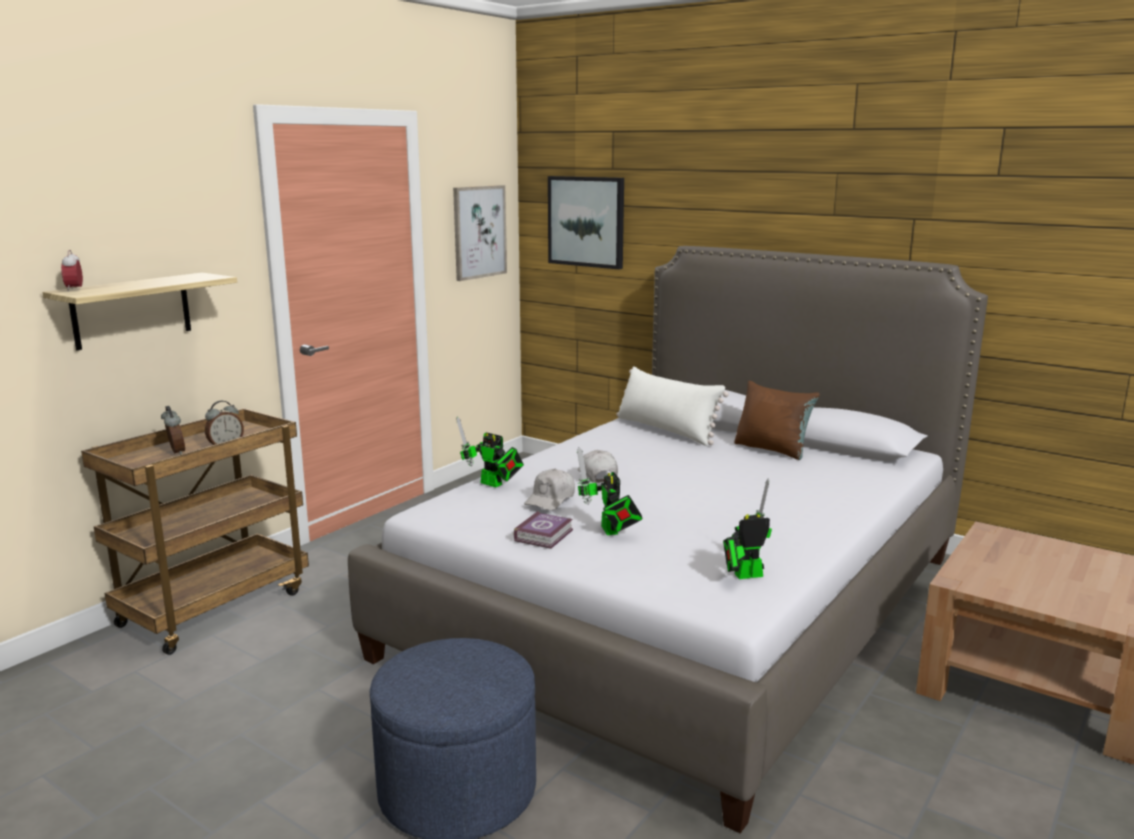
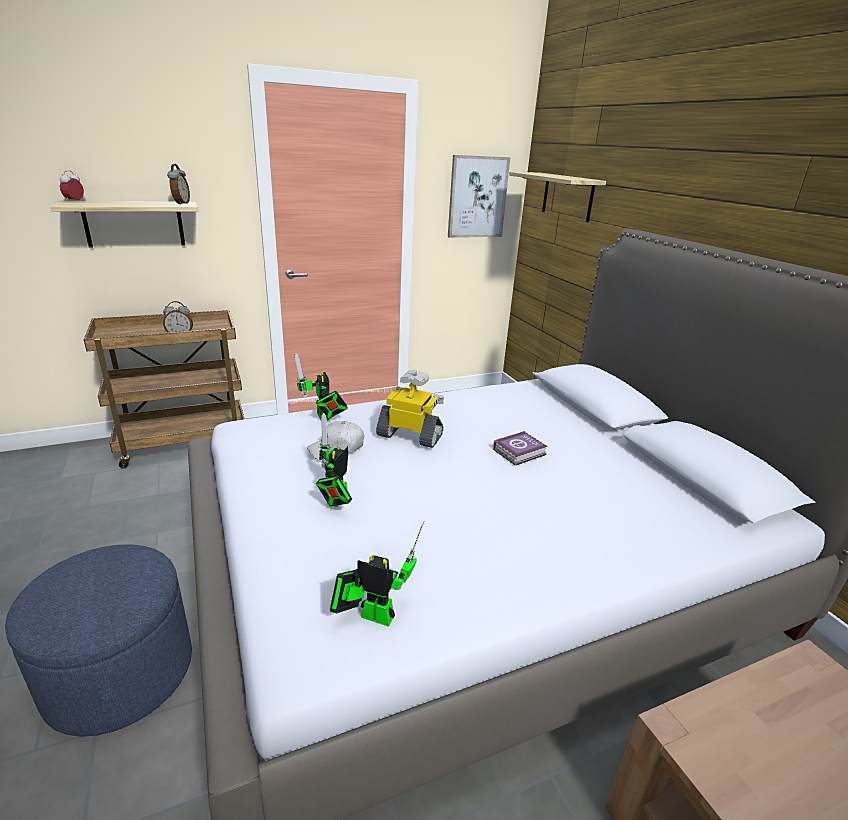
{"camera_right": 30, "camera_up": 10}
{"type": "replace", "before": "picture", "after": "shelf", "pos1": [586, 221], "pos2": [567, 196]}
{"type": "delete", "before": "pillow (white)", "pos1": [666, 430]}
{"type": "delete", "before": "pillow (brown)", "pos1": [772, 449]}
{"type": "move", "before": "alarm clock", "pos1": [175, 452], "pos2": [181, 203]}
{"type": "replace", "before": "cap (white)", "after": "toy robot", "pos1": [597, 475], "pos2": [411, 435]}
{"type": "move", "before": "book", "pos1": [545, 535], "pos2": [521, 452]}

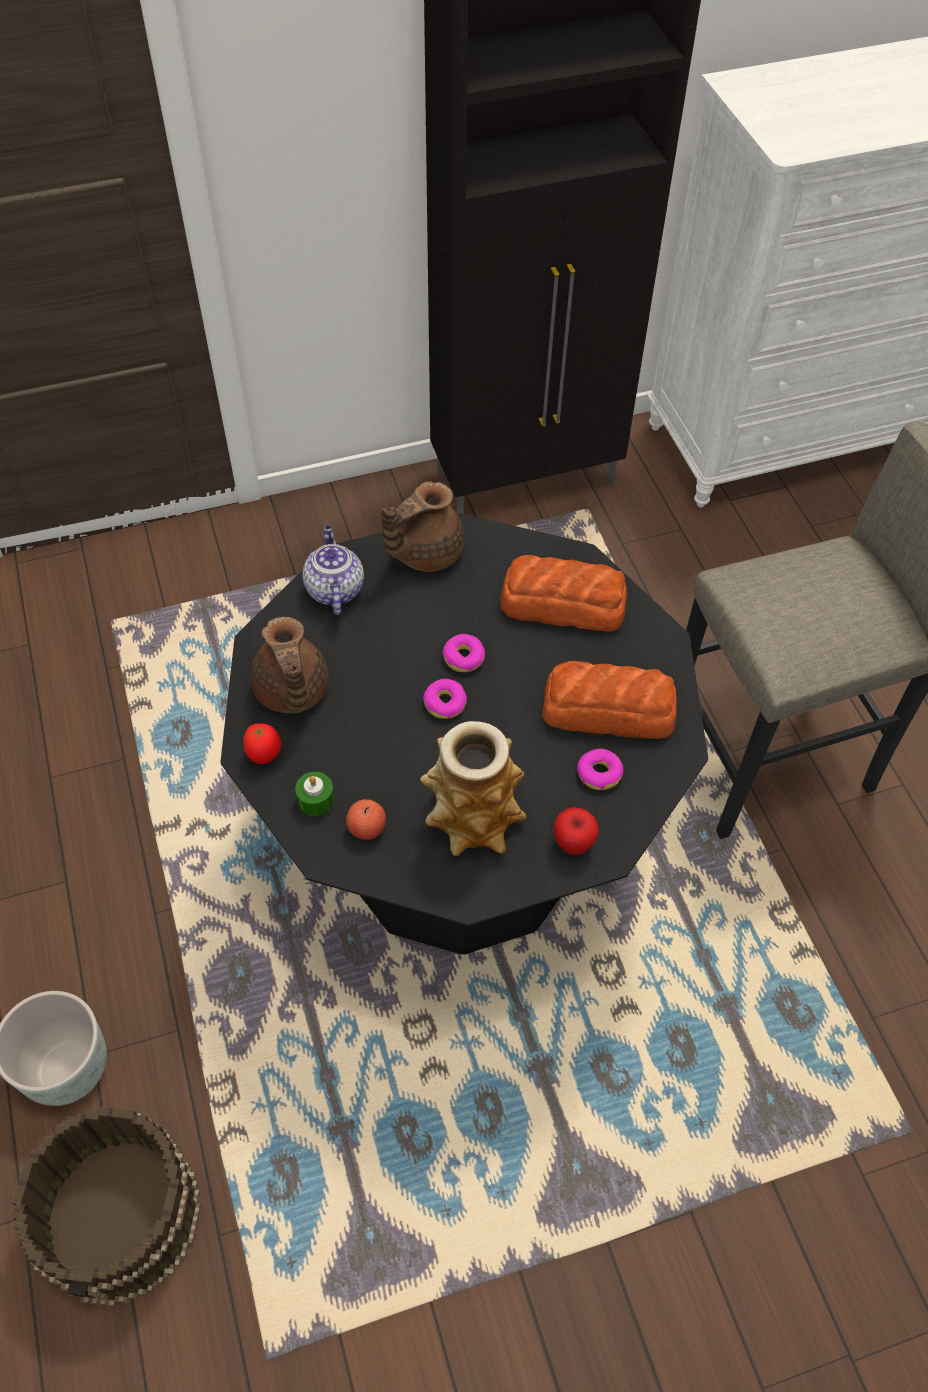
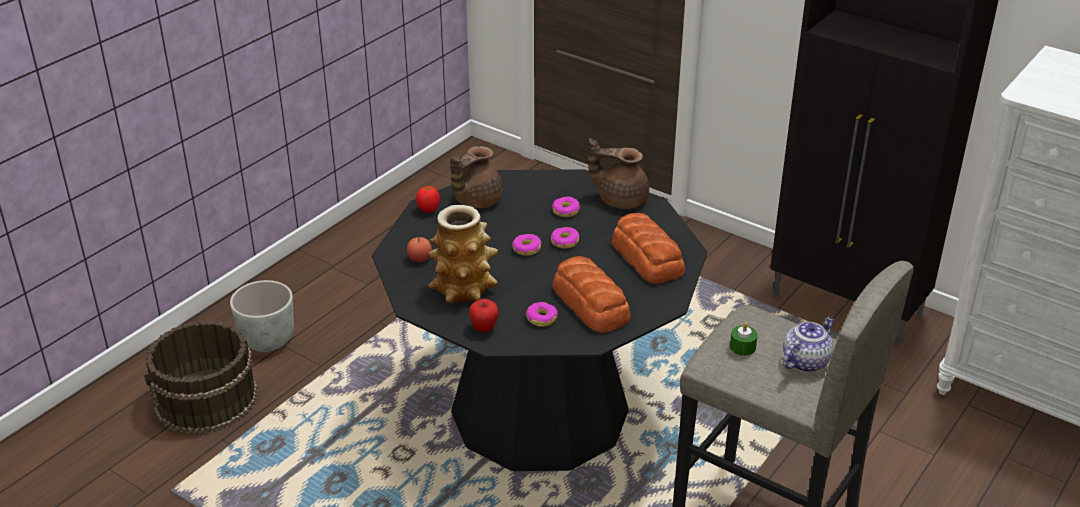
{"camera_right": 55, "camera_up": -20}
{"type": "move", "before": "teapot", "pos1": [334, 589], "pos2": [805, 361]}
{"type": "move", "before": "candle (green)", "pos1": [316, 800], "pos2": [742, 347]}
{"type": "insert", "after": "donut", "pos2": [565, 211]}

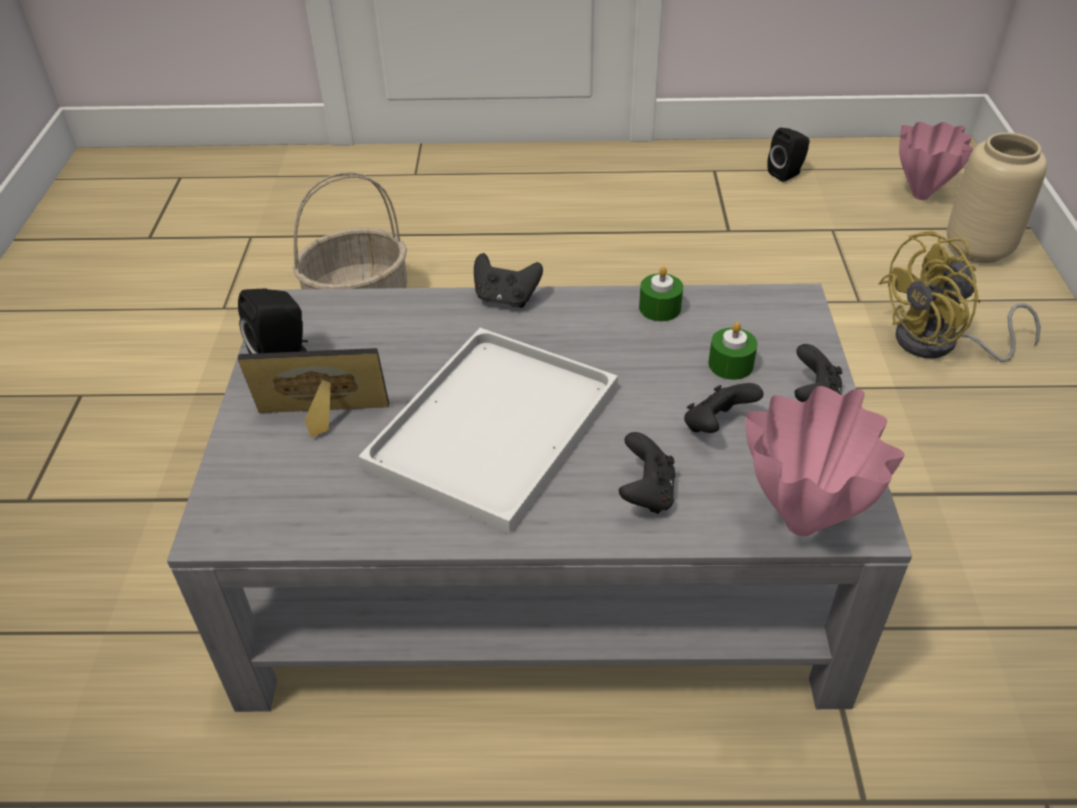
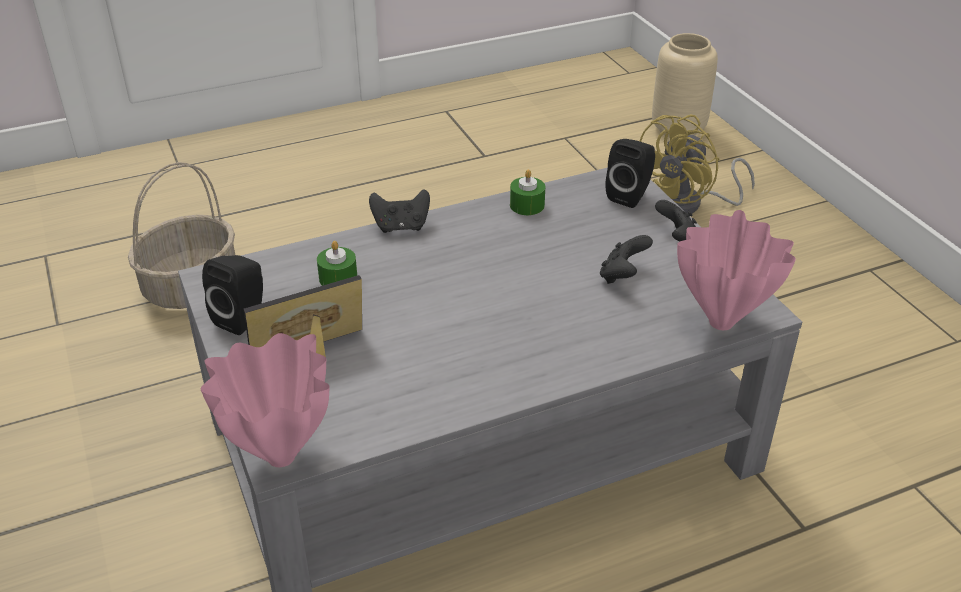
{"camera_right": -25, "camera_up": -5}
{"type": "move", "before": "vase (pink)", "pos1": [919, 196], "pos2": [279, 458]}
{"type": "move", "before": "speaker (black)", "pos1": [787, 174], "pos2": [630, 195]}
{"type": "move", "before": "candle (green)", "pos1": [730, 364], "pos2": [338, 278]}
{"type": "delete", "before": "tray (white)", "pos1": [494, 423]}
{"type": "delete", "before": "game controller (black)", "pos1": [646, 493]}

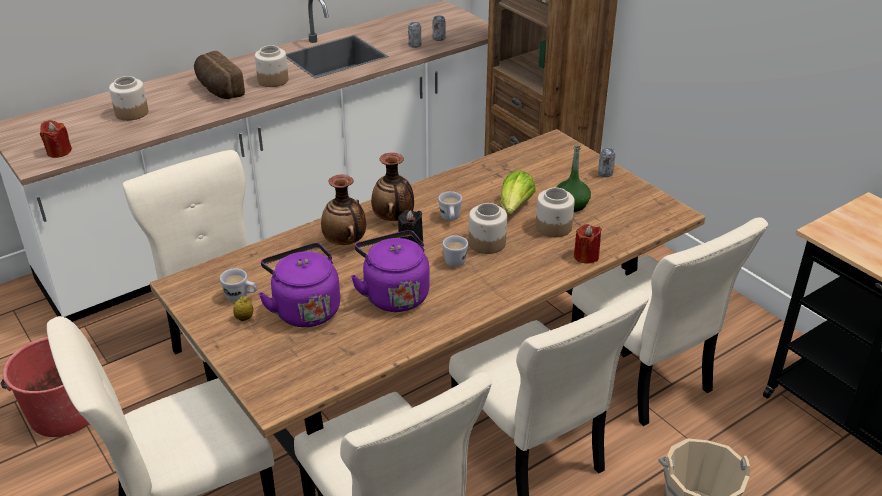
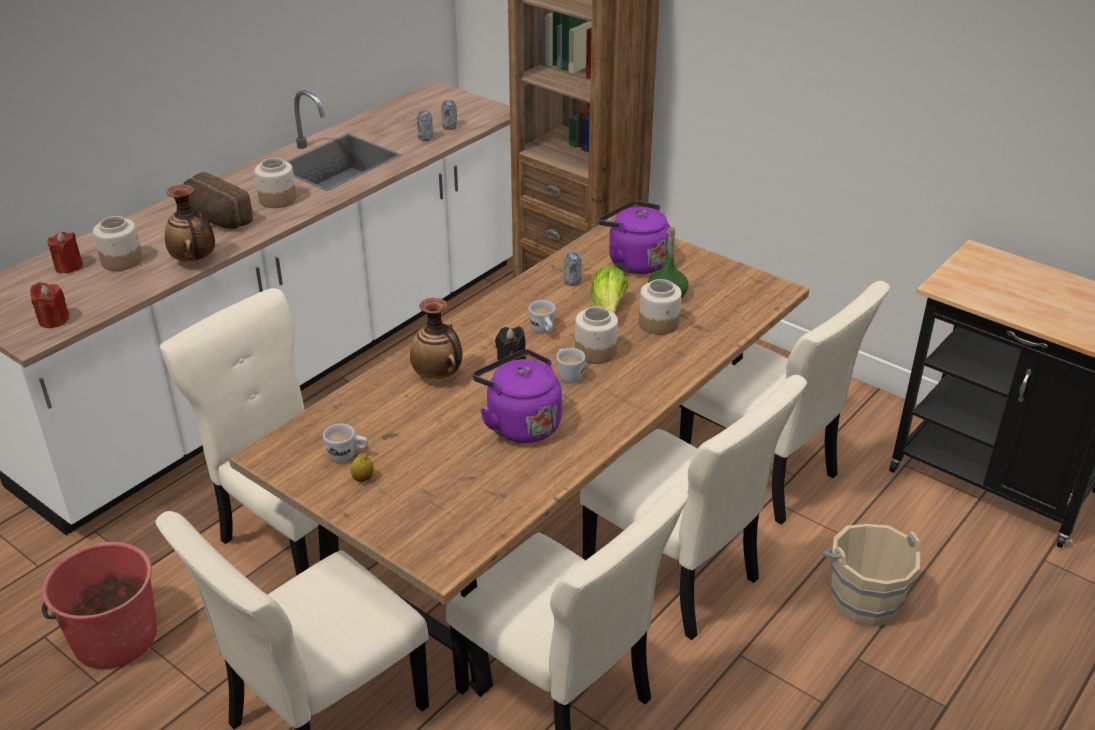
{"camera_right": -15, "camera_up": 0}
{"type": "move", "before": "can", "pos1": [605, 174], "pos2": [572, 282]}
{"type": "move", "before": "vase", "pos1": [393, 219], "pos2": [194, 260]}
{"type": "move", "before": "candle (red)", "pos1": [586, 256], "pos2": [69, 266]}
{"type": "move", "before": "kettle (purple)", "pos1": [304, 309], "pos2": [634, 262]}

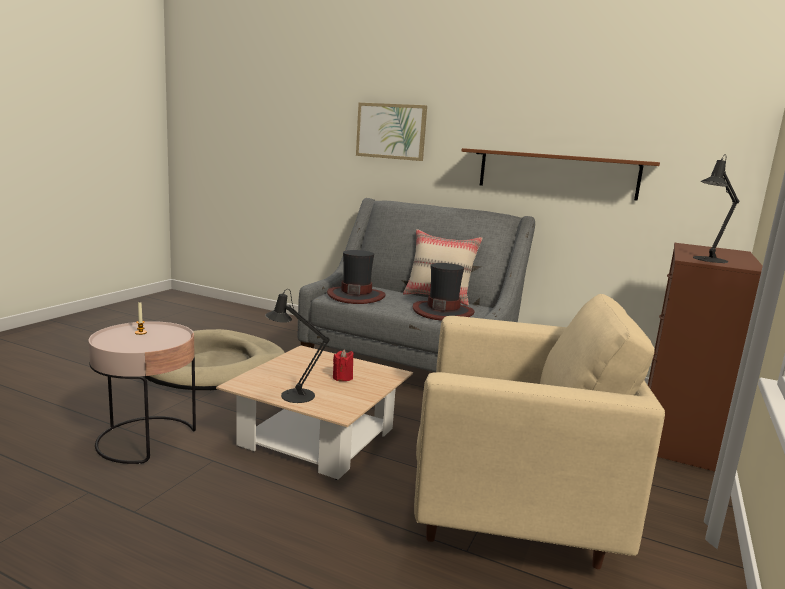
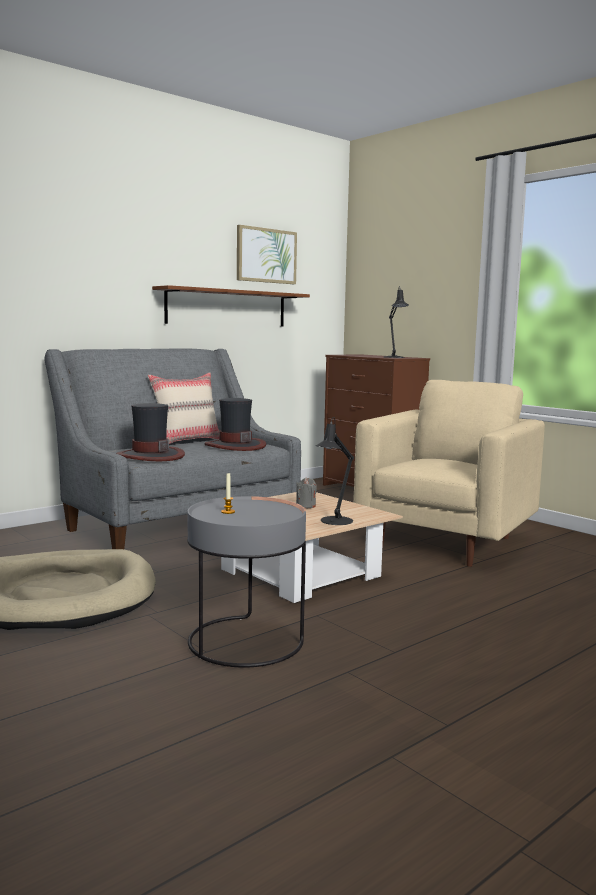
{"camera_right": -65, "camera_up": -5}
{"type": "move", "before": "picture", "pos1": [391, 131], "pos2": [266, 255]}
{"type": "recolor", "before": "side table (pink)", "after": "side table (grey)", "pos1": [147, 439], "pos2": [245, 641]}
{"type": "recolor", "before": "candle (red)", "after": "candle (grey)", "pos1": [342, 378], "pos2": [305, 506]}

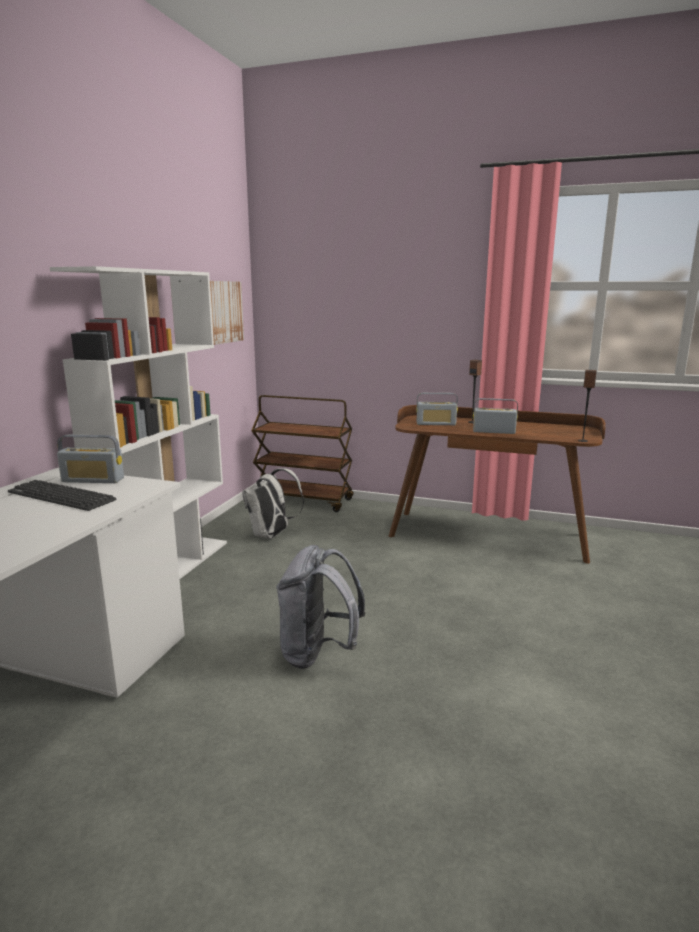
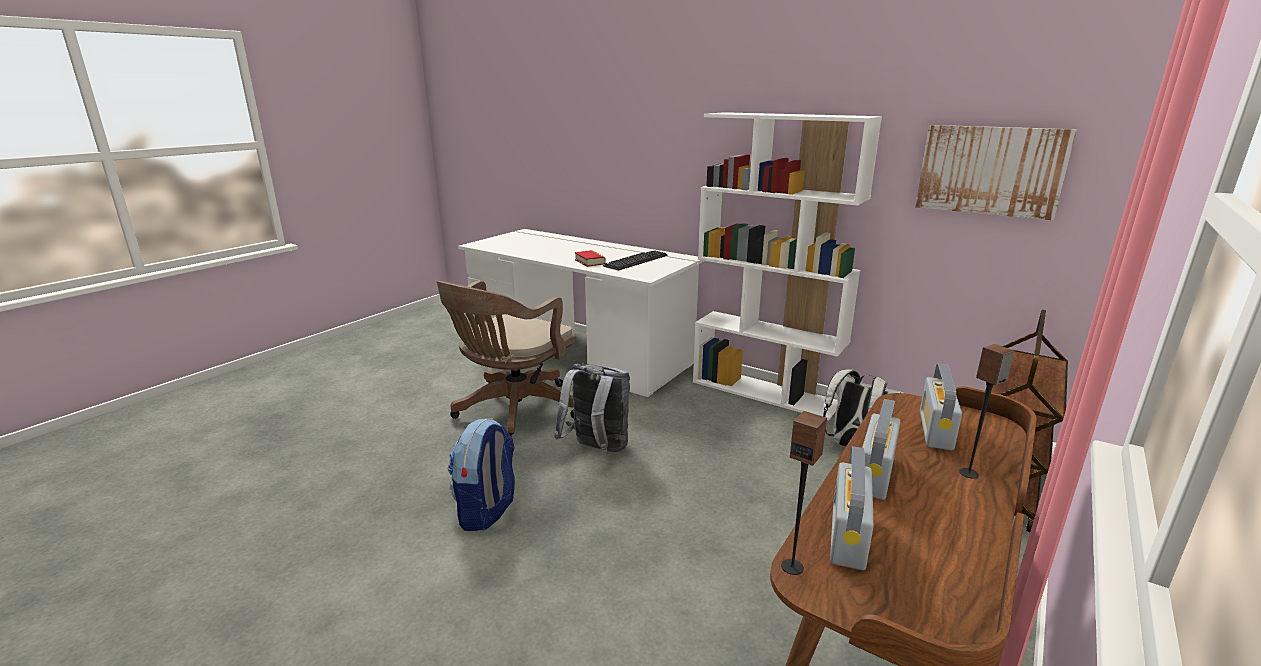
{"camera_right": 105, "camera_up": 5}
{"type": "move", "before": "radio", "pos1": [93, 480], "pos2": [848, 535]}
{"type": "insert", "after": "book", "pos2": [590, 262]}
{"type": "insert", "after": "office chair (brown)", "pos2": [513, 411]}
{"type": "insert", "after": "backpack", "pos2": [487, 511]}

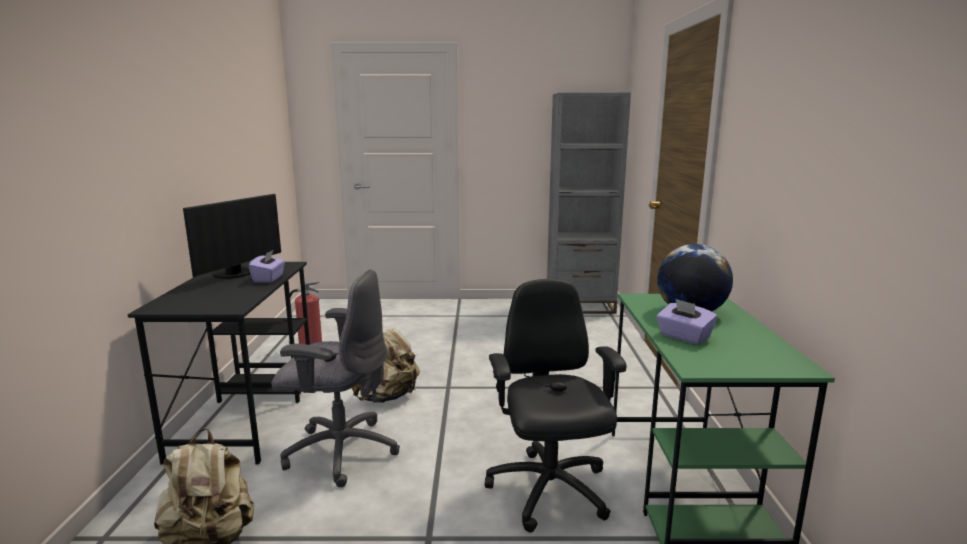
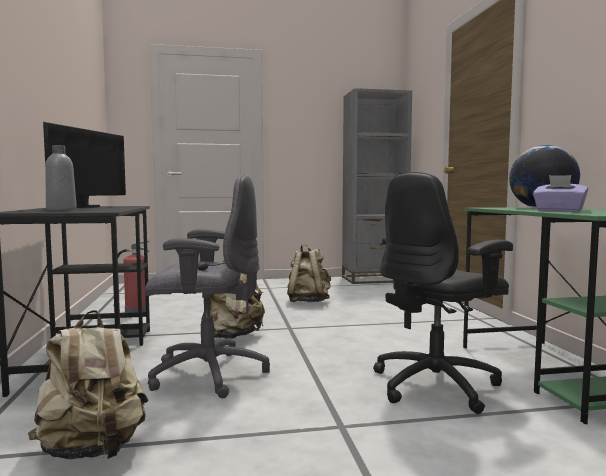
{"camera_right": -10, "camera_up": -10}
{"type": "delete", "before": "tissue box (purple)", "pos1": [269, 279]}
{"type": "rotate", "before": "office chair (black)", "pos1": [549, 492], "pos2": [437, 385], "turn": -105}
{"type": "insert", "after": "bottle (grey)", "pos2": [61, 210]}
{"type": "insert", "after": "backpack (beige)", "pos2": [308, 302]}

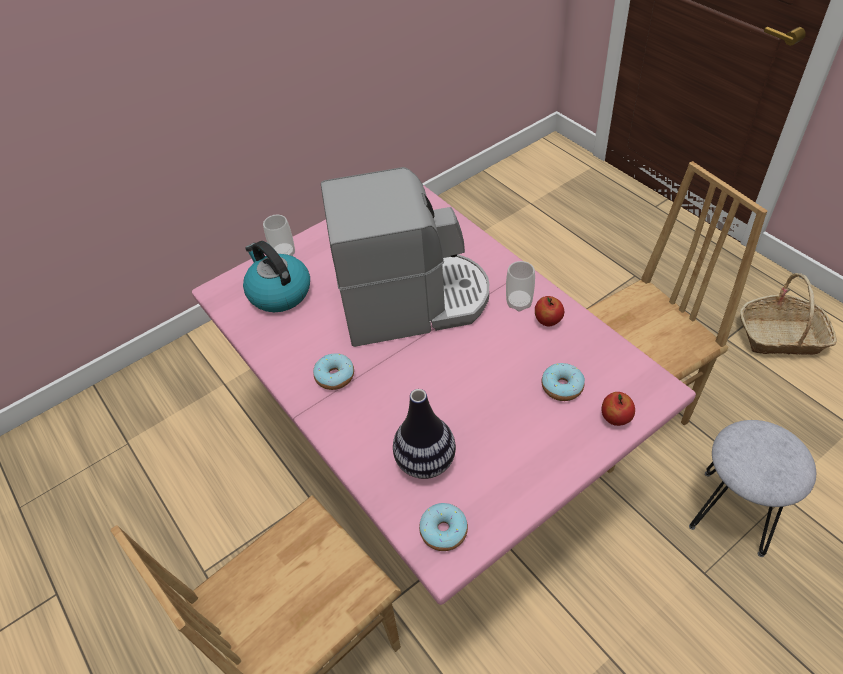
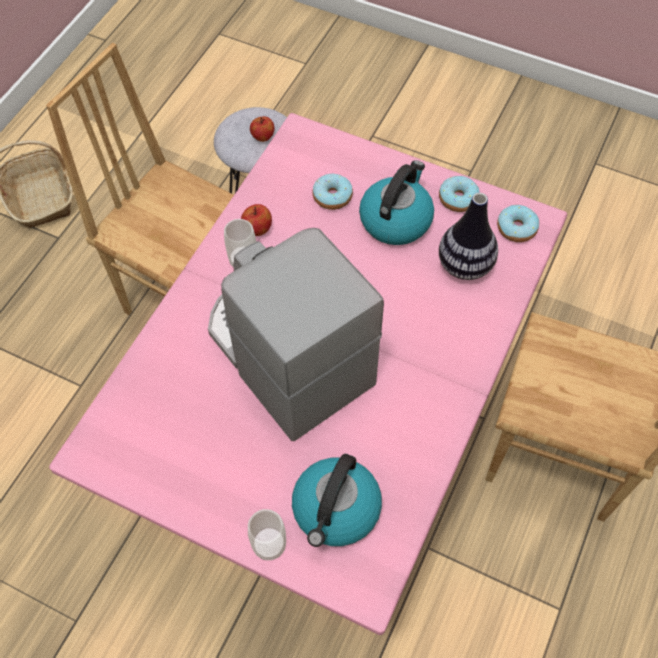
{"camera_right": -120, "camera_up": 10}
{"type": "move", "before": "donut", "pos1": [335, 376], "pos2": [458, 199]}
{"type": "move", "before": "apple", "pos1": [615, 418], "pos2": [263, 137]}
{"type": "insert", "after": "kettle", "pos2": [396, 219]}

